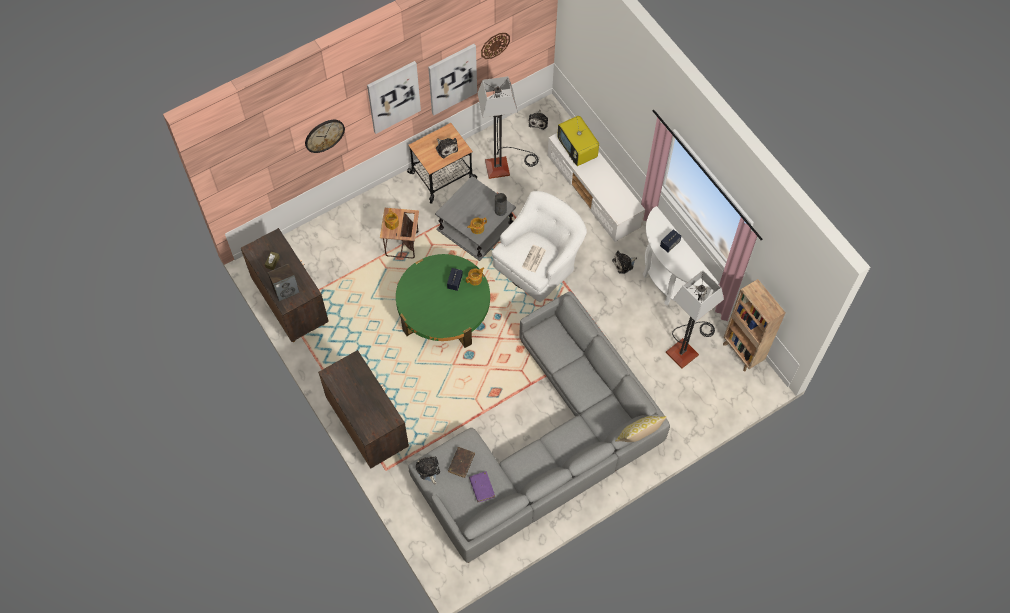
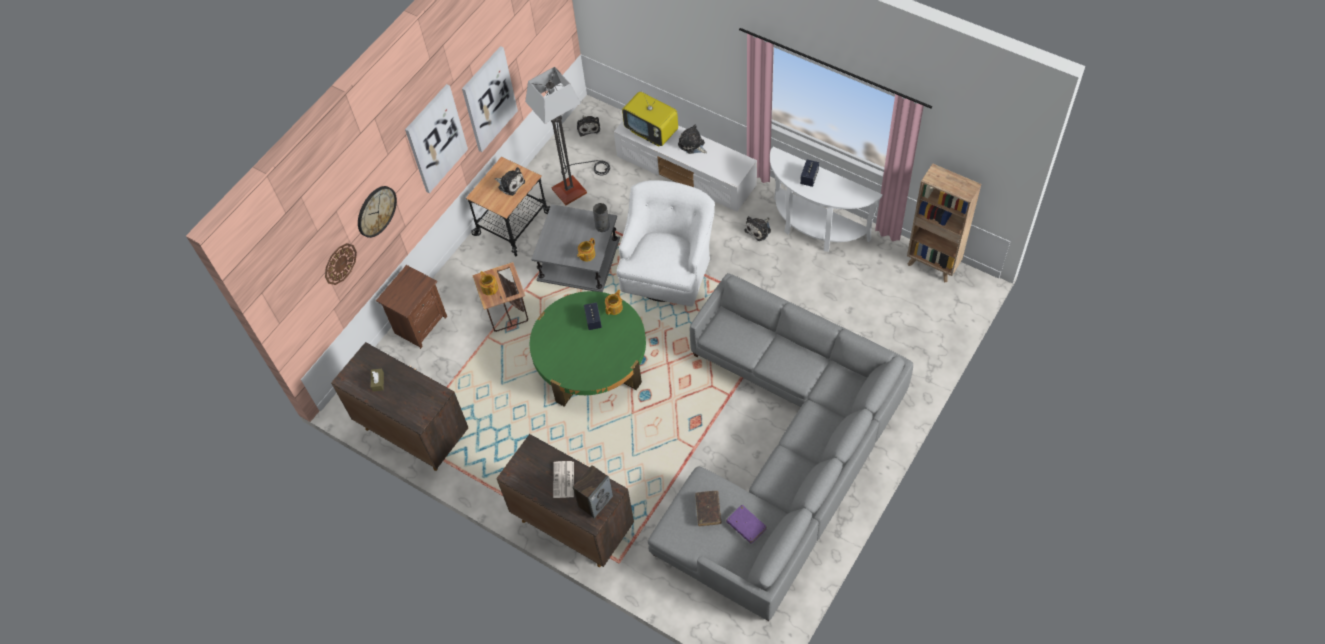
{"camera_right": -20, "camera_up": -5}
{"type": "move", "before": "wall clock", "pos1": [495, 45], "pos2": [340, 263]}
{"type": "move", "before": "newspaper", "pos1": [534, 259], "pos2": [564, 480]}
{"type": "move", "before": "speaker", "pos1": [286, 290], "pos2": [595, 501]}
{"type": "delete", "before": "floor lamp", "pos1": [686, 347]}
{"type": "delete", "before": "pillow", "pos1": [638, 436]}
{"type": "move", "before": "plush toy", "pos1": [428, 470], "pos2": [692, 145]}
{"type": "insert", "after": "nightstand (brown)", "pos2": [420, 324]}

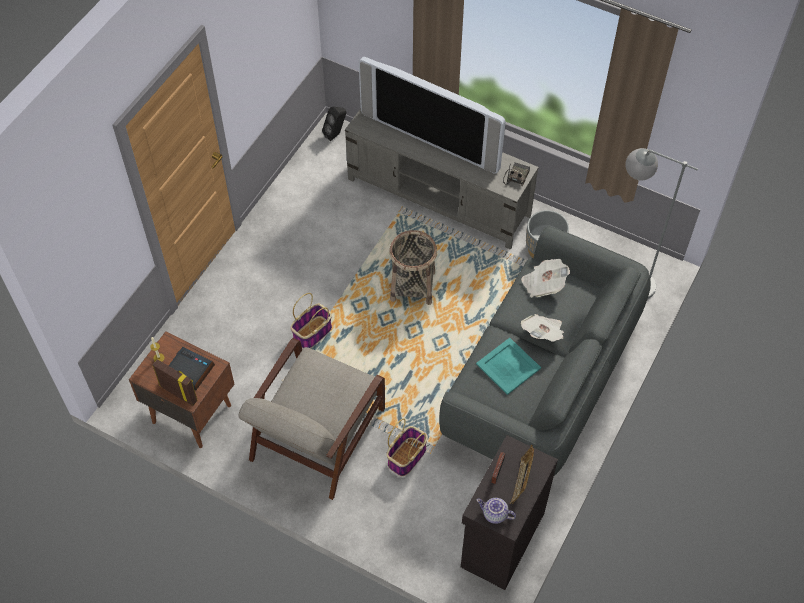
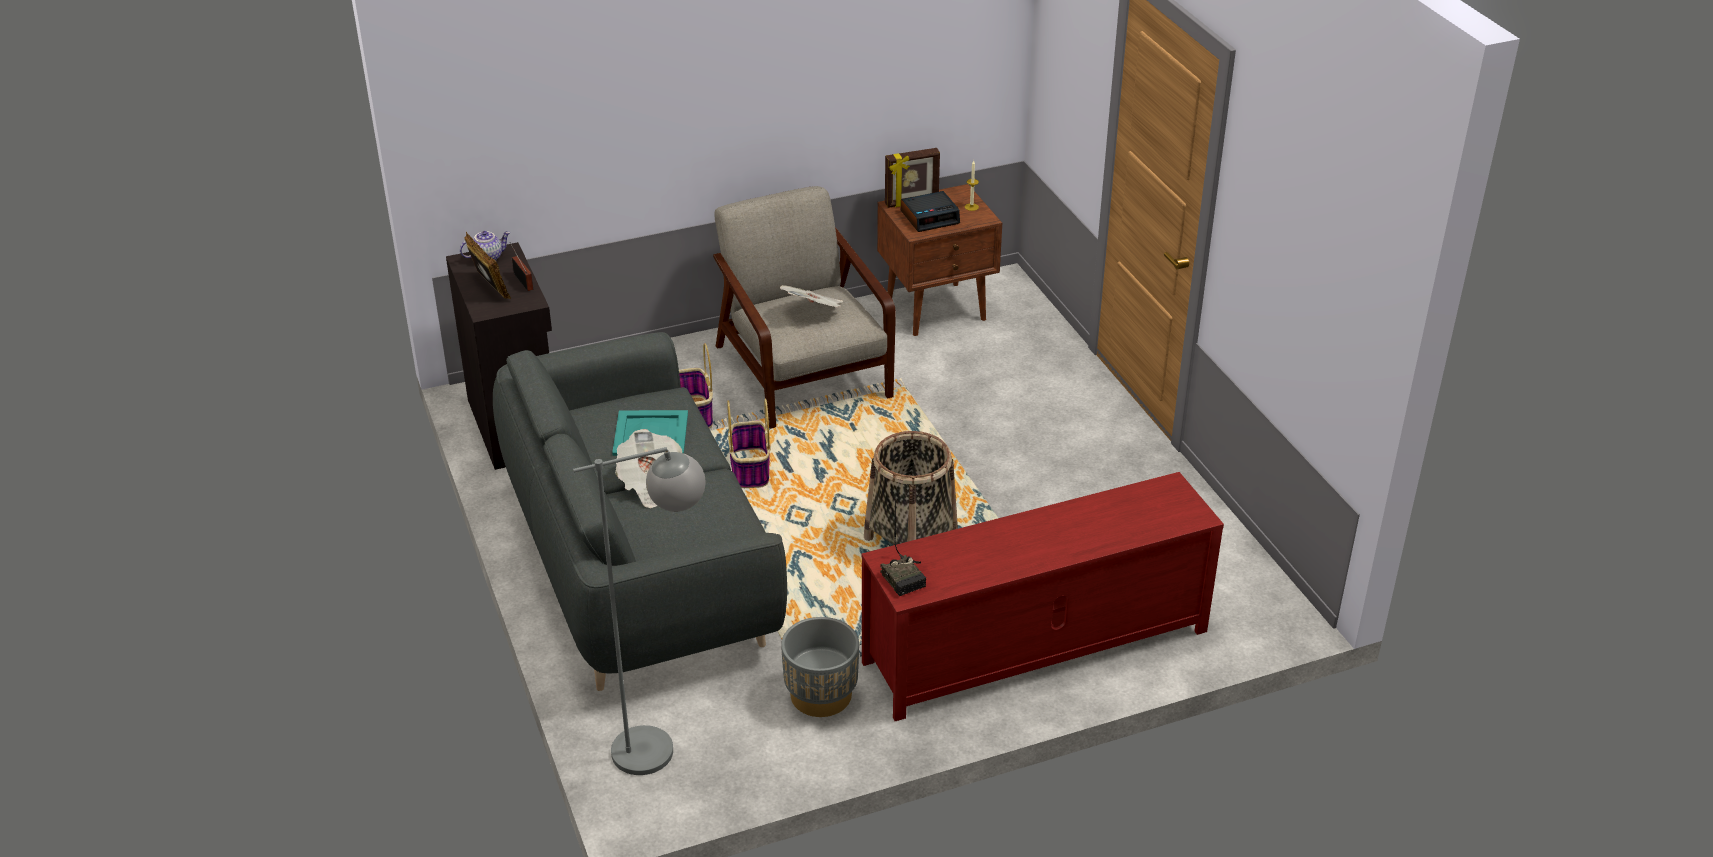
{"camera_right": 130, "camera_up": -20}
{"type": "delete", "before": "television", "pos1": [431, 138]}
{"type": "delete", "before": "speaker (black)", "pos1": [336, 134]}
{"type": "recolor", "before": "tv stand (grey)", "after": "tv stand (red)", "pos1": [439, 197], "pos2": [1034, 647]}
{"type": "move", "before": "newspaper", "pos1": [543, 284], "pos2": [814, 311]}
{"type": "move", "before": "basket", "pos1": [312, 333], "pos2": [750, 469]}

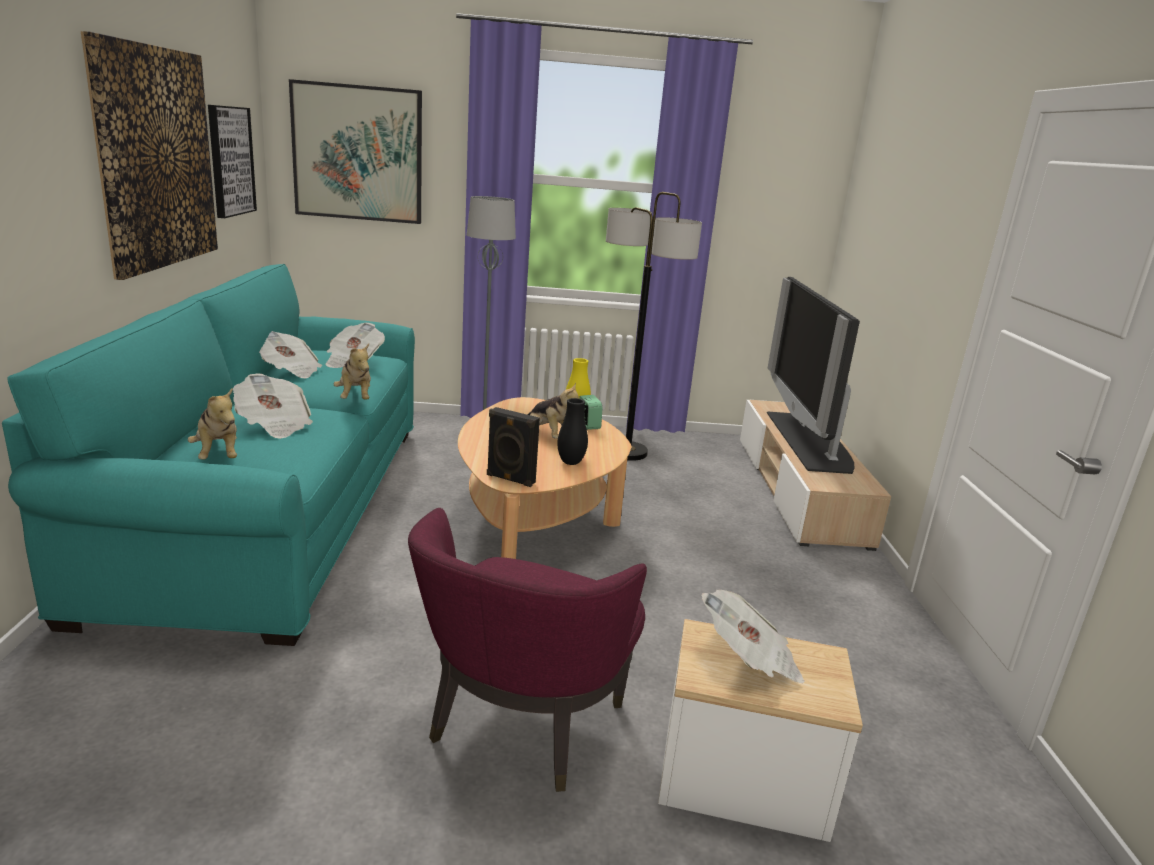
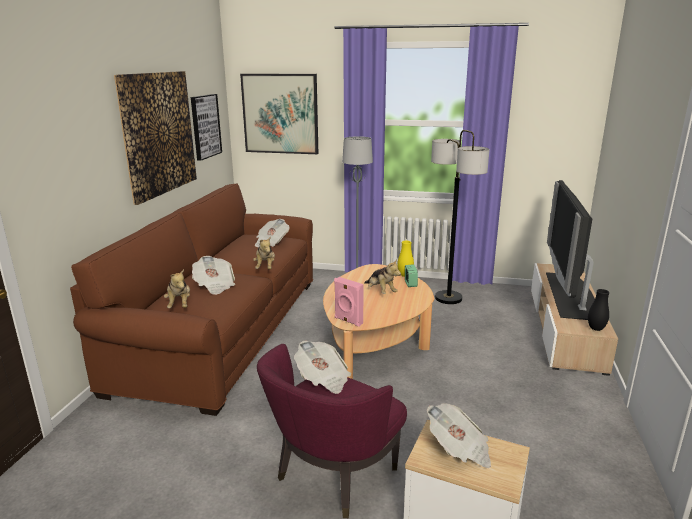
{"camera_right": 15, "camera_up": 0}
{"type": "recolor", "before": "sofa (turquoise)", "after": "sofa (brown)", "pos1": [278, 508], "pos2": [225, 330]}
{"type": "move", "before": "newspaper", "pos1": [289, 370], "pos2": [323, 379]}
{"type": "move", "before": "vase (black)", "pos1": [570, 462], "pos2": [596, 328]}
{"type": "recolor", "before": "speaker (black)", "after": "speaker (pink)", "pos1": [510, 479], "pos2": [348, 321]}

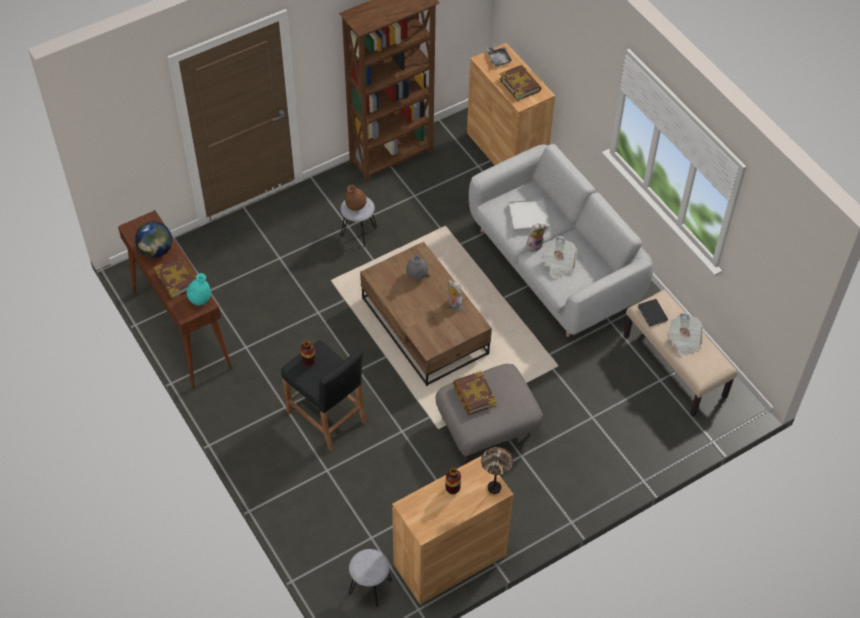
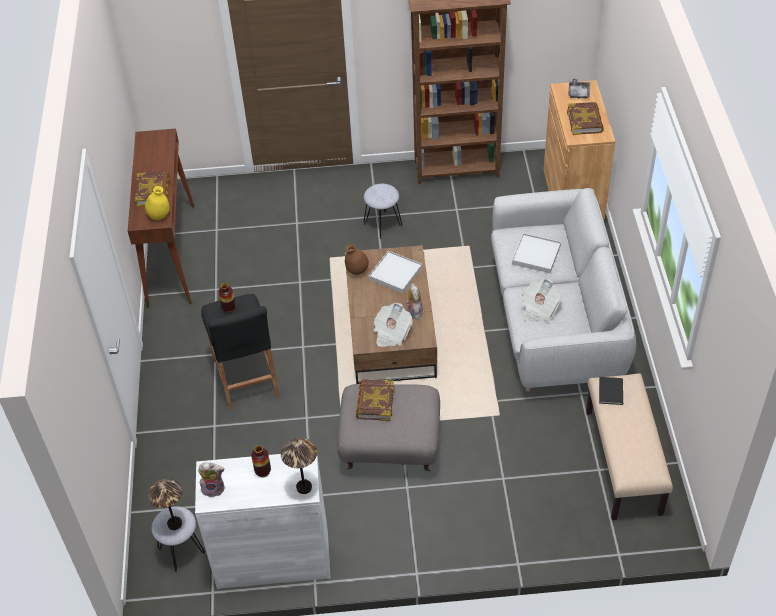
{"camera_right": 30, "camera_up": -5}
{"type": "move", "before": "vase (brown)", "pos1": [355, 207], "pos2": [357, 271]}
{"type": "delete", "before": "globe", "pos1": [156, 251]}
{"type": "move", "before": "plush toy", "pos1": [534, 245], "pos2": [214, 488]}
{"type": "replace", "before": "vase (grey)", "after": "tray (white)", "pos1": [417, 275], "pos2": [395, 273]}
{"type": "recolor", "before": "vase (turquoise)", "after": "vase (yellow)", "pos1": [200, 300], "pos2": [159, 216]}
{"type": "move", "before": "newspaper", "pos1": [684, 341], "pos2": [391, 333]}
{"type": "recolor", "before": "cabinet (brown)", "after": "cabinet (white)", "pos1": [450, 560], "pos2": [273, 558]}
{"type": "insert", "after": "table lamp", "pos2": [174, 524]}

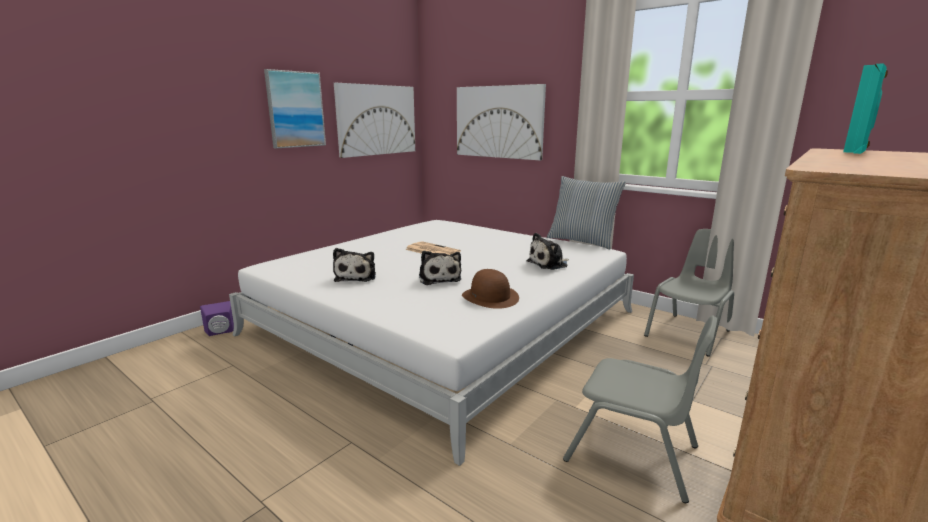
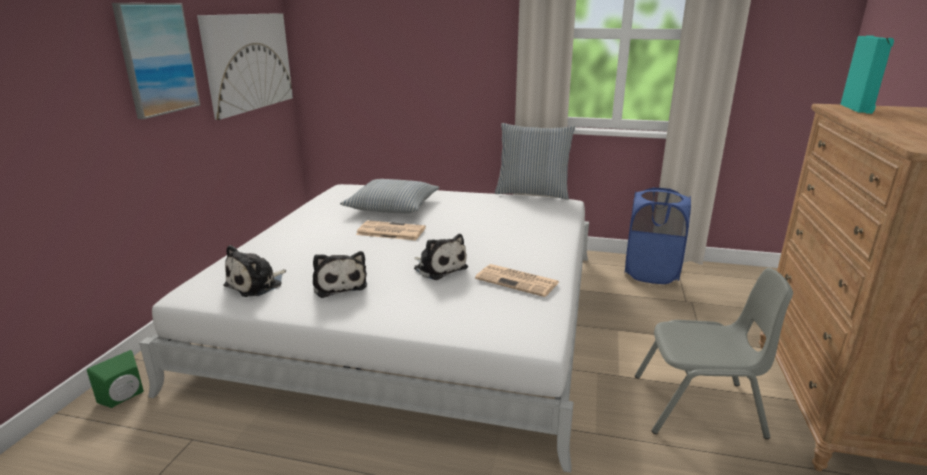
{"camera_right": -25, "camera_up": 5}
{"type": "delete", "before": "picture", "pos1": [499, 122]}
{"type": "replace", "before": "chair (grey)", "after": "laundry basket (blue)", "pos1": [689, 334], "pos2": [651, 273]}
{"type": "move", "before": "plush toy", "pos1": [549, 264], "pos2": [257, 284]}
{"type": "replace", "before": "hat (brown)", "after": "newspaper", "pos1": [490, 297], "pos2": [518, 281]}
{"type": "recolor", "before": "speaker (purple)", "after": "speaker (green)", "pos1": [220, 332], "pos2": [124, 397]}
{"type": "insert", "after": "pillow", "pos2": [392, 207]}

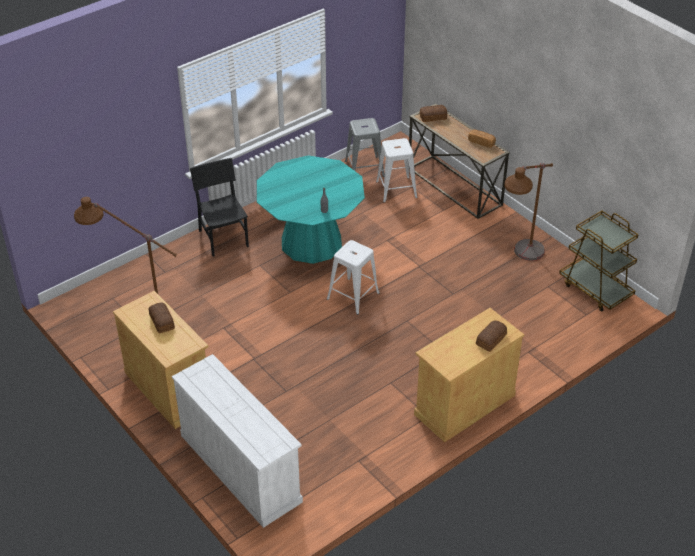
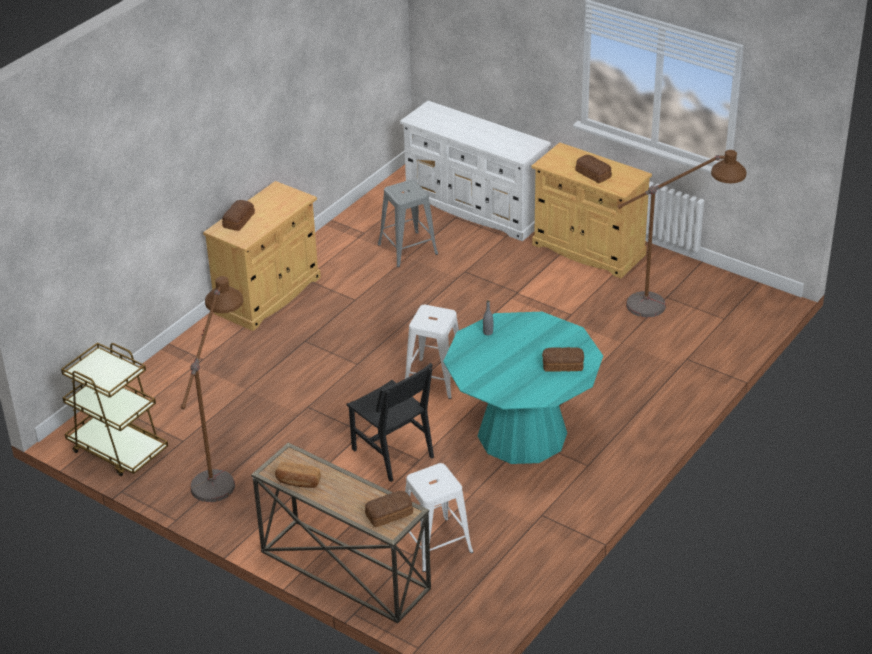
{"camera_right": 165, "camera_up": -5}
{"type": "move", "before": "stool (grey)", "pos1": [364, 168], "pos2": [408, 249]}
{"type": "move", "before": "chair (black)", "pos1": [223, 238], "pos2": [392, 453]}
{"type": "insert", "after": "bread", "pos2": [563, 365]}

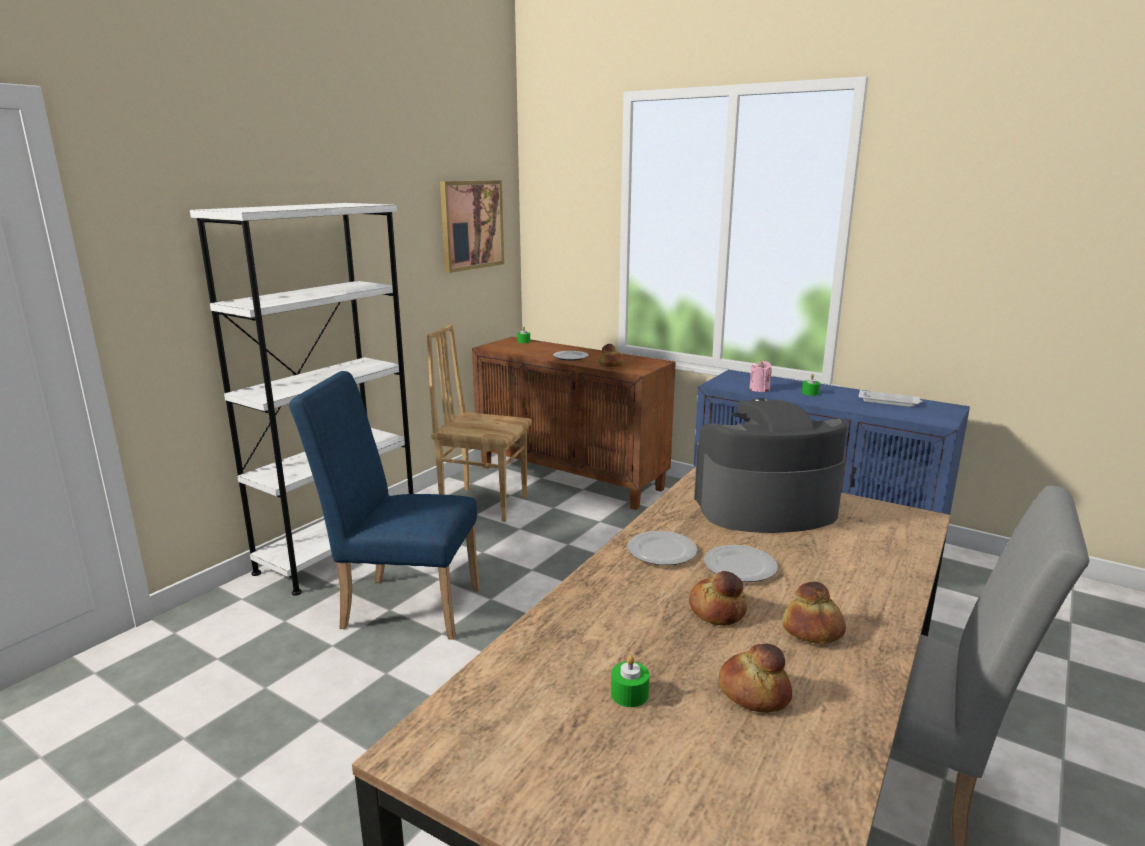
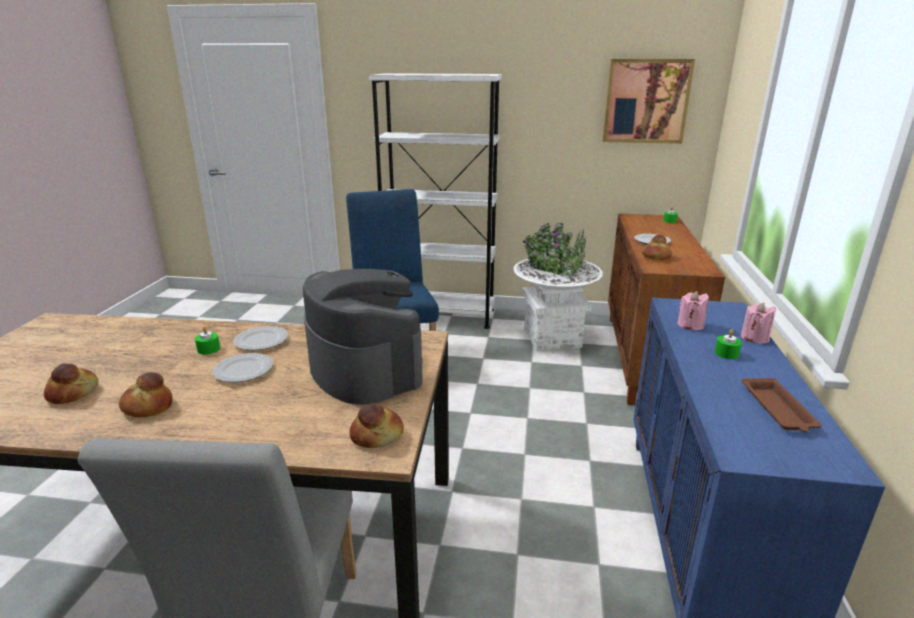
{"camera_right": 65, "camera_up": 5}
{"type": "replace", "before": "chair (brown)", "after": "planter (white)", "pos1": [484, 504], "pos2": [552, 338]}
{"type": "recolor", "before": "tray (white)", "after": "tray (brown)", "pos1": [889, 402], "pos2": [778, 409]}
{"type": "move", "before": "bread", "pos1": [718, 610], "pos2": [377, 436]}
{"type": "move", "before": "candle (green)", "pos1": [629, 694], "pos2": [208, 349]}
{"type": "insert", "after": "candle (pink)", "pos2": [754, 338]}

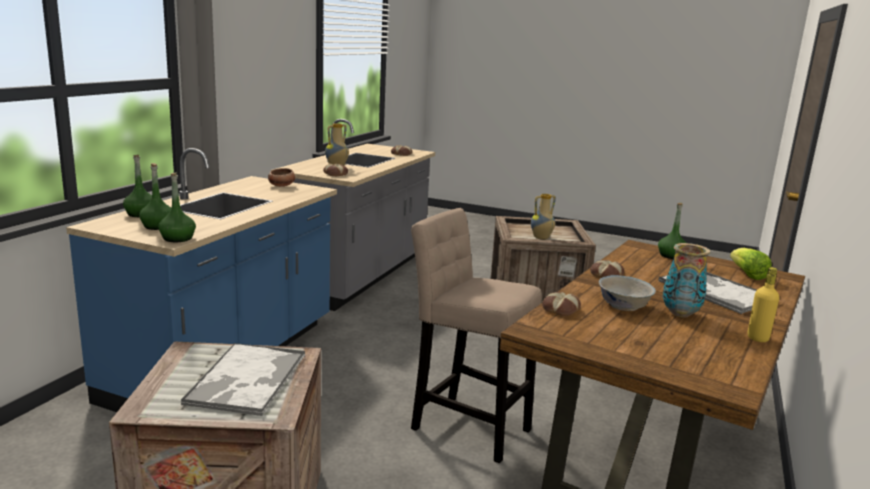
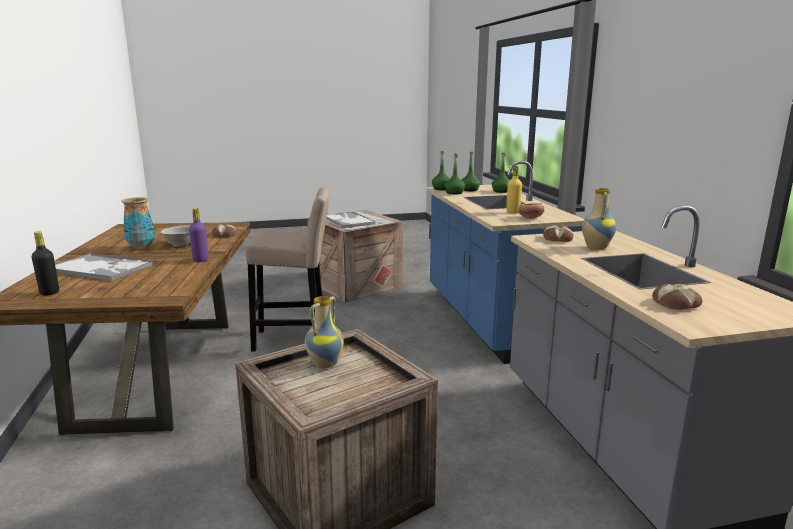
{"camera_right": 145, "camera_up": 0}
{"type": "move", "before": "bottle (green)", "pos1": [671, 256], "pos2": [454, 193]}
{"type": "replace", "before": "lettuce", "after": "bottle (black)", "pos1": [747, 274], "pos2": [49, 293]}
{"type": "replace", "before": "bread", "after": "bottle (purple)", "pos1": [605, 274], "pos2": [201, 260]}
{"type": "move", "before": "bottle (yellow)", "pos1": [757, 338], "pos2": [513, 212]}

